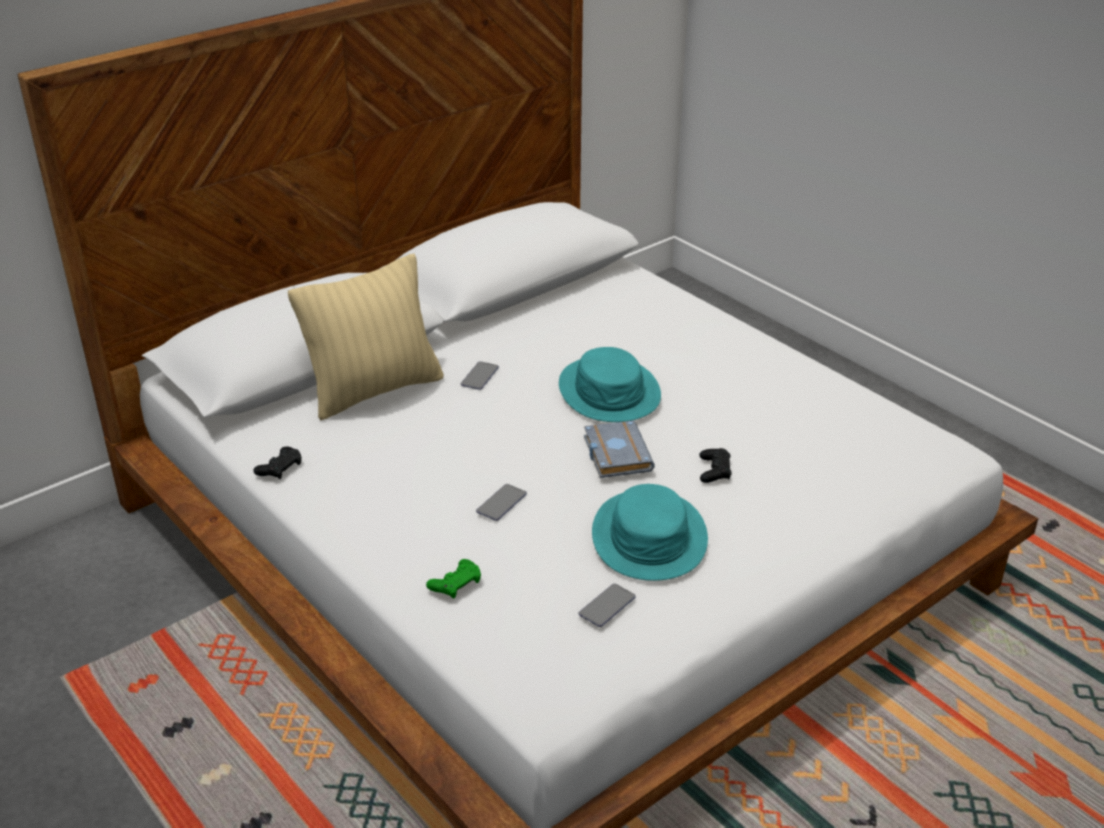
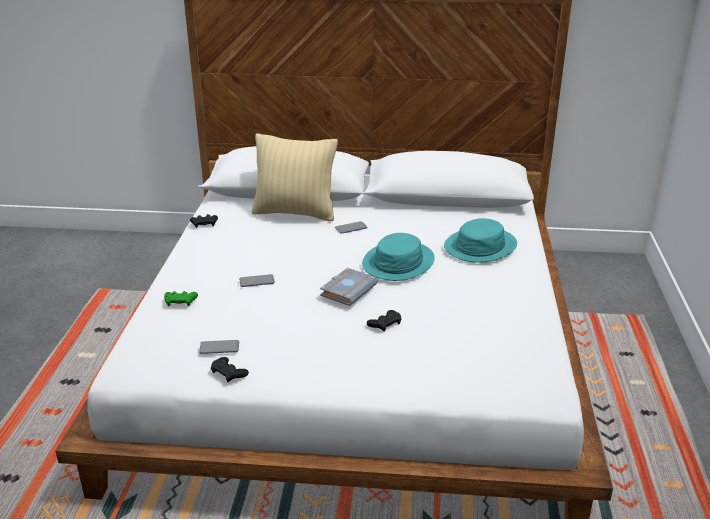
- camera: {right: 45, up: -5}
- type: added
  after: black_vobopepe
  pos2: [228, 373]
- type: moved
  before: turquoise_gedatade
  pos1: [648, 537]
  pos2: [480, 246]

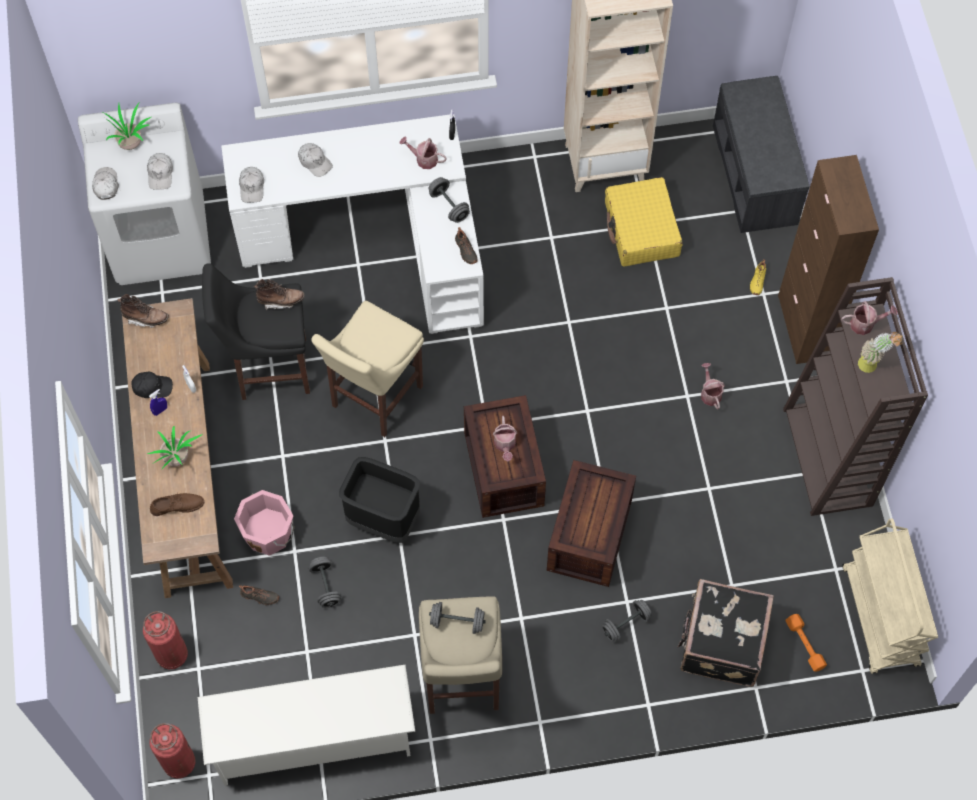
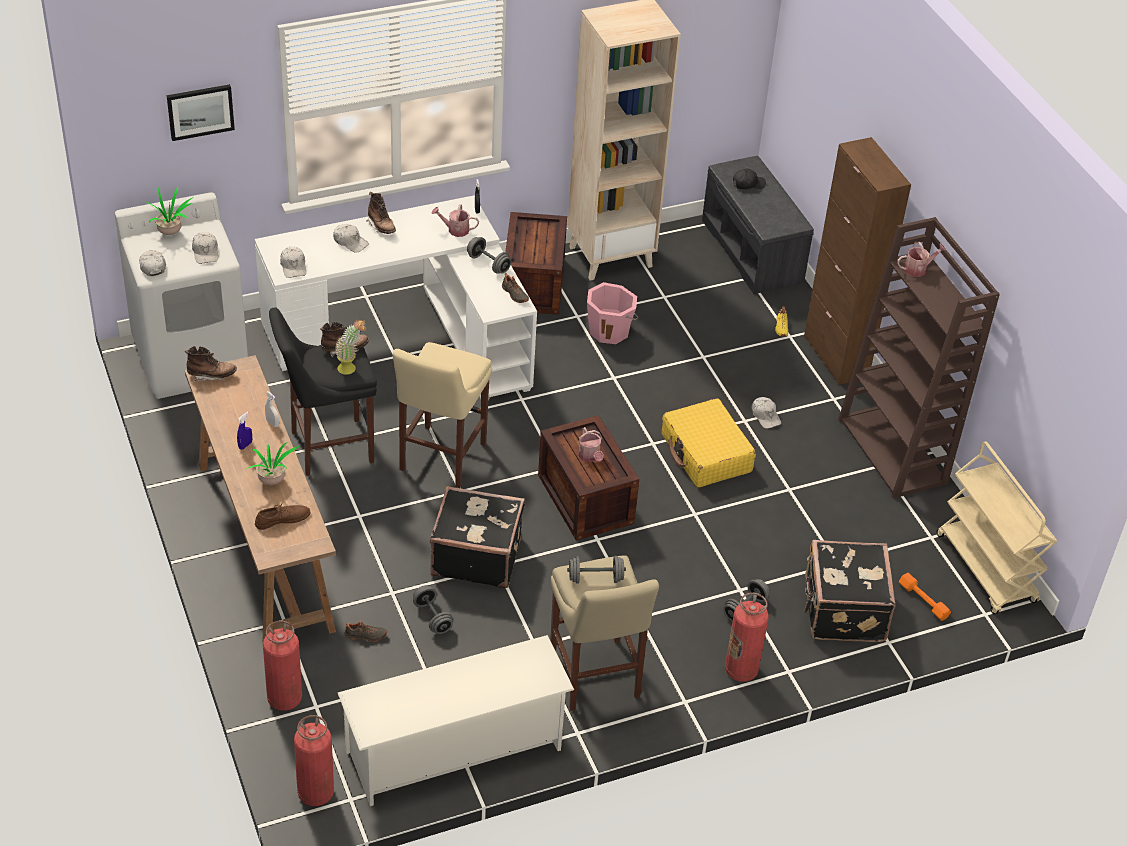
- camera: {right: -15, up: -20}
- type: added
  after: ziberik
  pos2: [200, 111]
- type: moved
  before: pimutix
  pos1: [872, 365]
  pos2: [351, 368]
- type: added
  after: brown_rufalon
  pos2: [381, 227]
- type: replaced
  before: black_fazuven
  after: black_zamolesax
  pos1: [382, 520]
  pos2: [476, 555]
- type: moved
  before: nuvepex
  pos1: [590, 534]
  pos2: [533, 283]
- type: moved
  before: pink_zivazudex
  pos1: [269, 534]
  pos2: [609, 330]
- type: moved
  before: yellow_zamolesax
  pos1: [641, 229]
  pos2: [706, 453]
- type: added
  after: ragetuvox
  pos2: [741, 670]
- type: moved
  before: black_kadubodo
  pos1: [152, 387]
  pos2: [748, 184]
- type: replaced
  before: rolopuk
  after: white_kadubodo
  pos1: [710, 393]
  pos2: [765, 416]

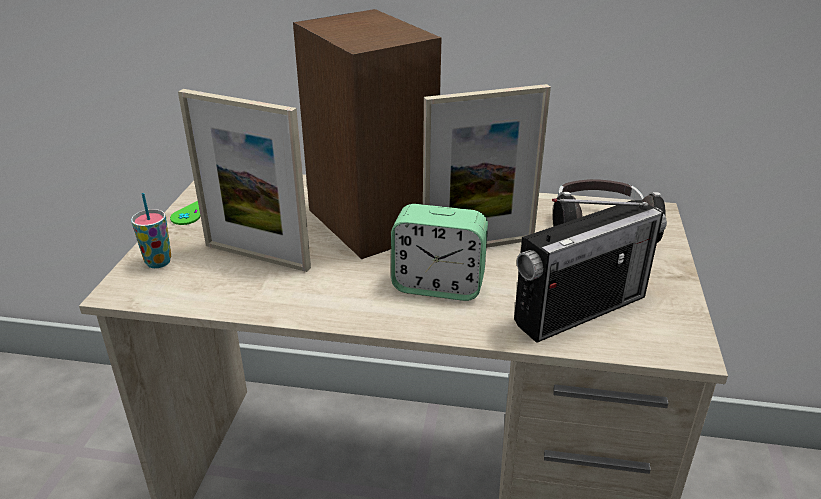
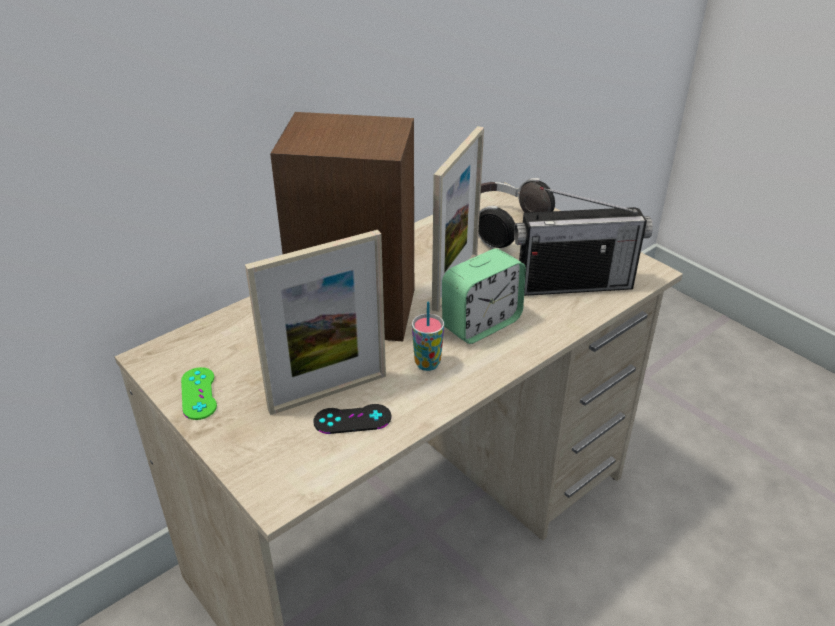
- camera: {right: -50, up: 5}
- type: added
  after: black_vobopepe
  pos2: [352, 419]
- type: moved
  before: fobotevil
  pos1: [158, 262]
  pos2: [427, 363]
- type: turned
  before: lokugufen
  pos1: [580, 309]
  pos2: [573, 284]
  turn: 75

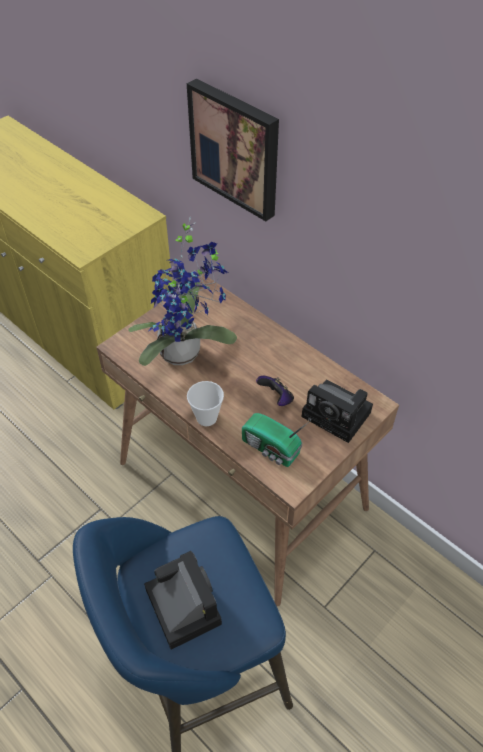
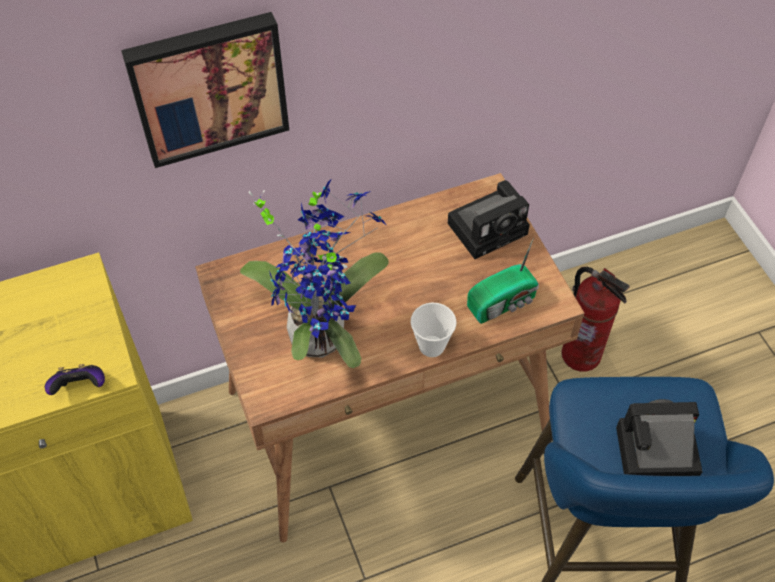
- camera: {right: -65, up: 5}
- type: moved
  before: vobopepe
  pos1: [276, 398]
  pos2: [80, 387]
- type: added
  after: ragetuvox
  pos2: [582, 354]

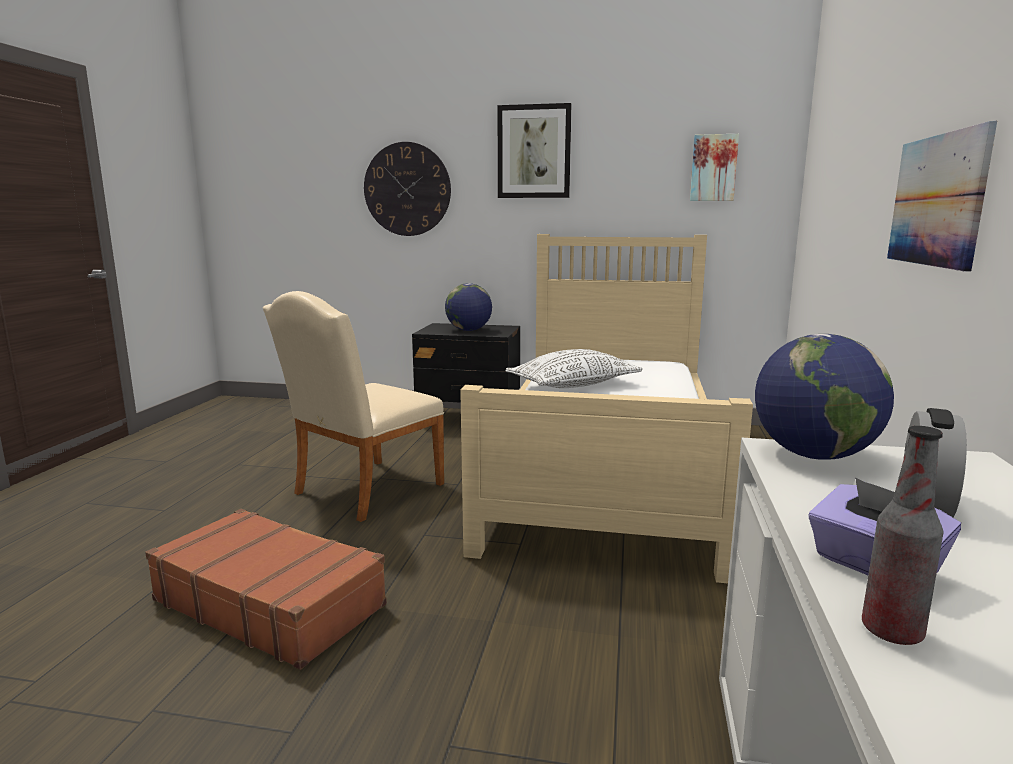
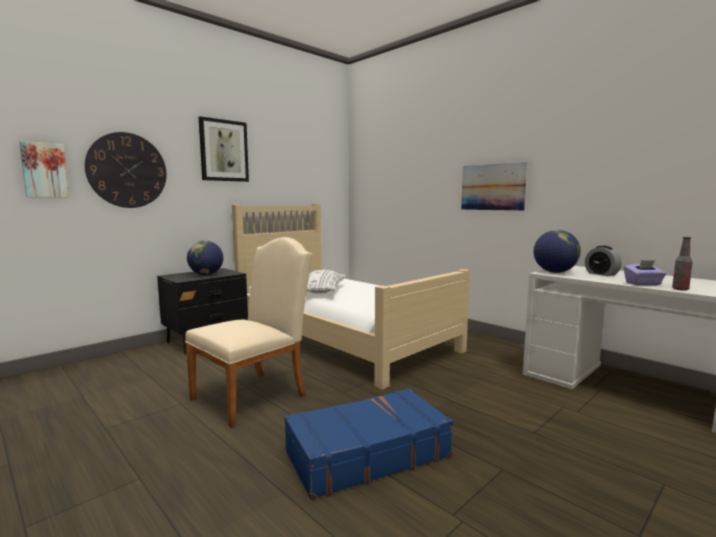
- camera: {right: -55, up: -5}
- type: moved
  before: ziberik
  pos1: [713, 168]
  pos2: [44, 170]
- type: turned
  before: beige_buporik
  pos1: [362, 491]
  pos2: [255, 395]
  turn: -120
- type: recoloured
  before: brown_zamolesax
  after: blue_zamolesax
  pos1: [270, 602]
  pos2: [366, 453]

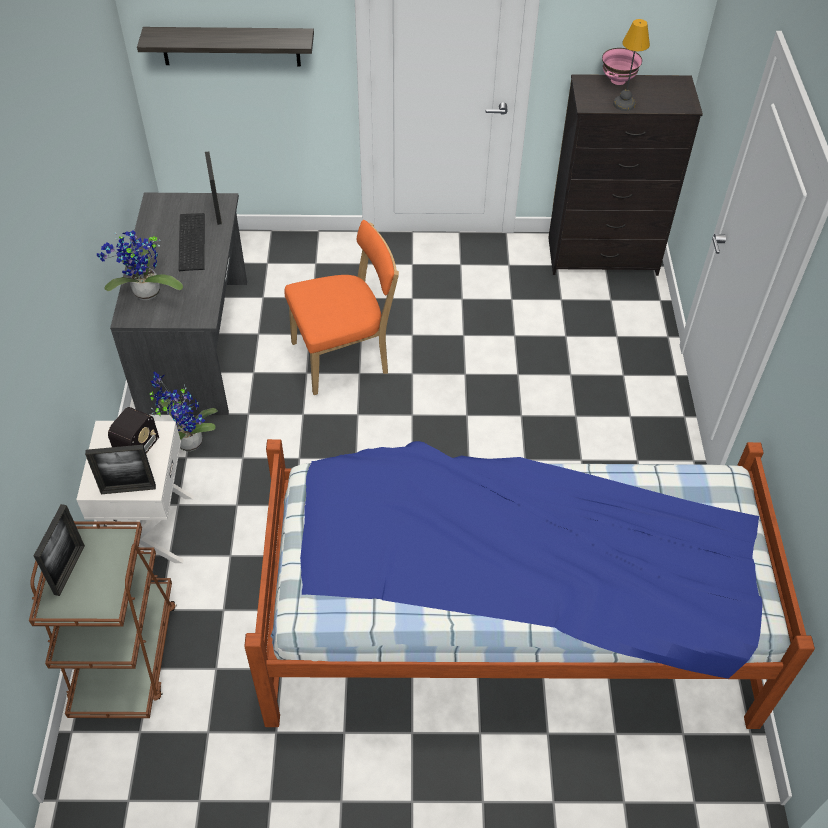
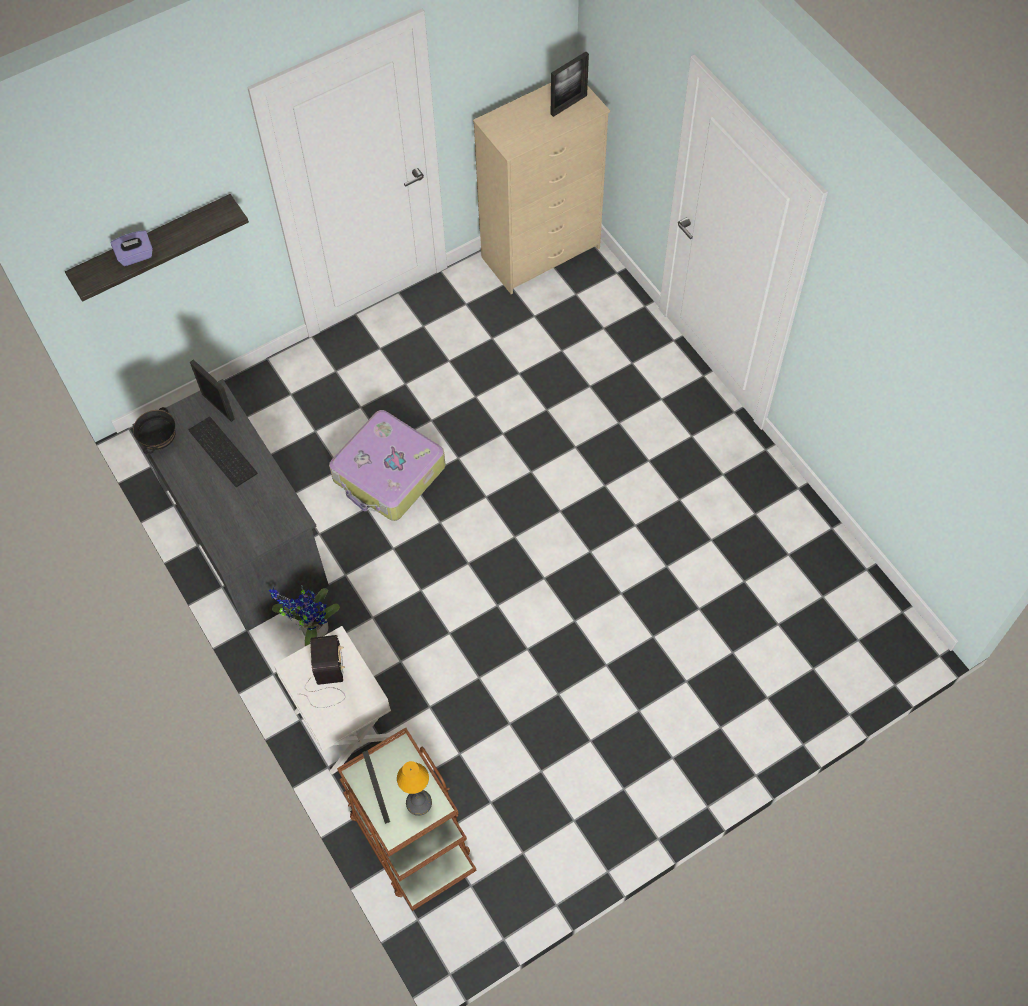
- camera: {right: -30, up: 10}
- type: added
  after: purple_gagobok
  pos2: [135, 256]
- type: added
  after: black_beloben
  pos2: [160, 441]
- type: replaced
  before: orange_buporik
  after: zamolesax
  pos1: [345, 357]
  pos2: [389, 474]
- type: moved
  before: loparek
  pos1: [624, 104]
  pos2: [419, 801]
- type: recoloured
  before: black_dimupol
  after: beige_dimupol
  pos1: [603, 257]
  pos2: [542, 253]
- type: moved
  before: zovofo
  pos1: [128, 489]
  pos2: [568, 105]
- type: removed
  before: pimutix
  pos1: [145, 295]
- type: removed
  before: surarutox
  pos1: [506, 623]
- type: removed
  before: pink_beloben
  pos1: [617, 80]

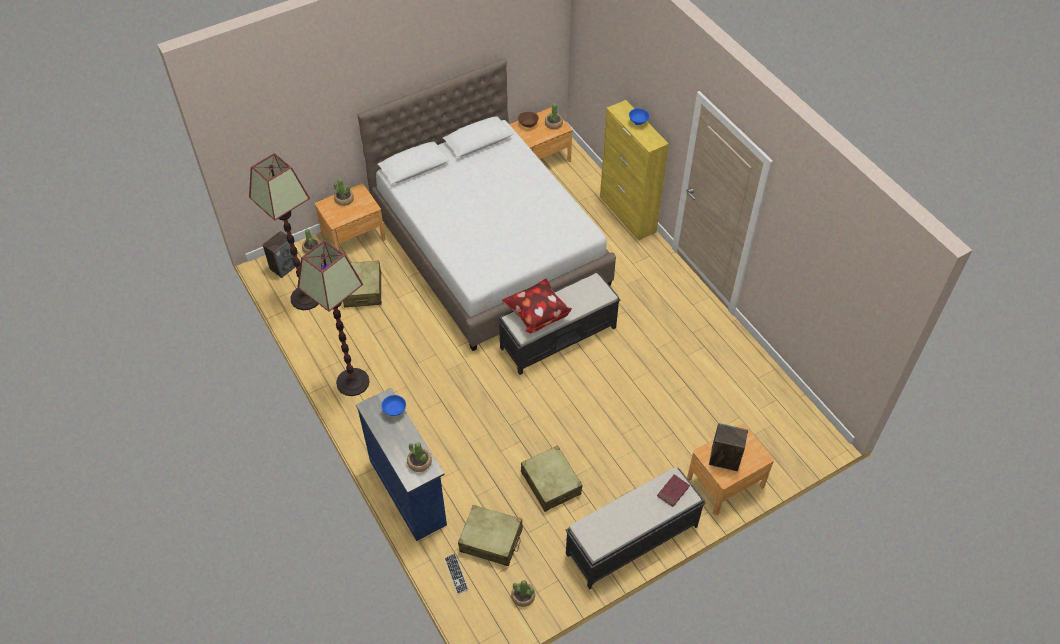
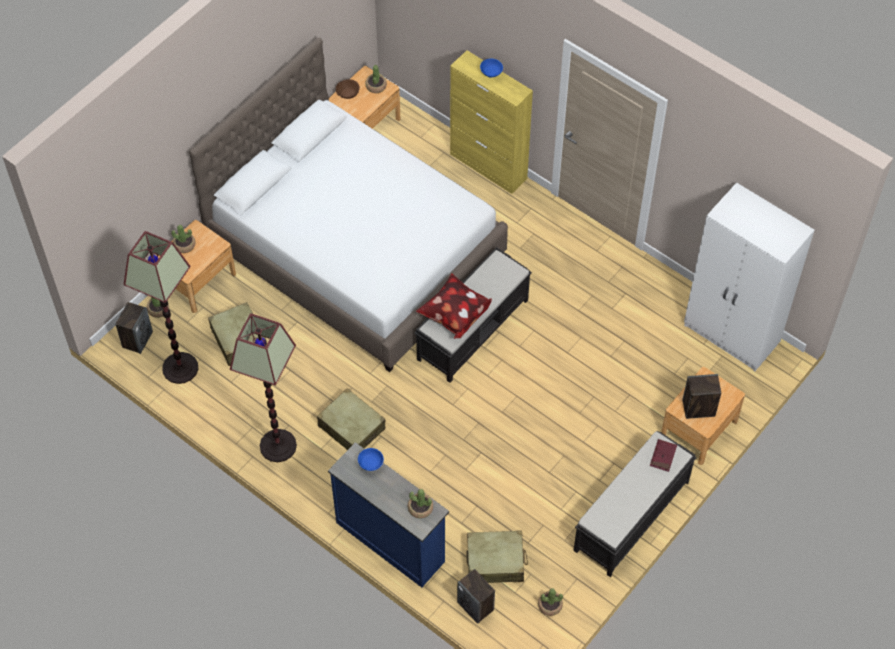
- camera: {right: -20, up: 5}
- type: moved
  before: beige_zamolesax
  pos1: [550, 483]
  pos2: [351, 427]
- type: replaced
  before: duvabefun
  after: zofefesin
  pos1: [456, 574]
  pos2: [476, 606]
- type: added
  after: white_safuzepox
  pos2: [732, 335]

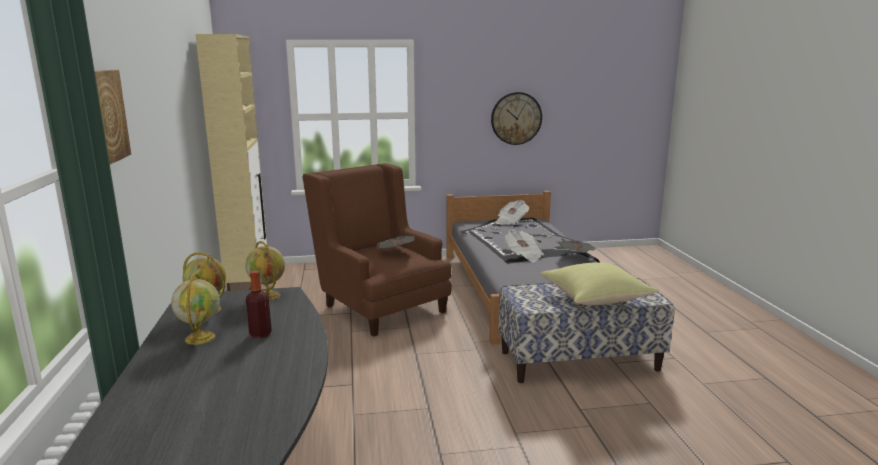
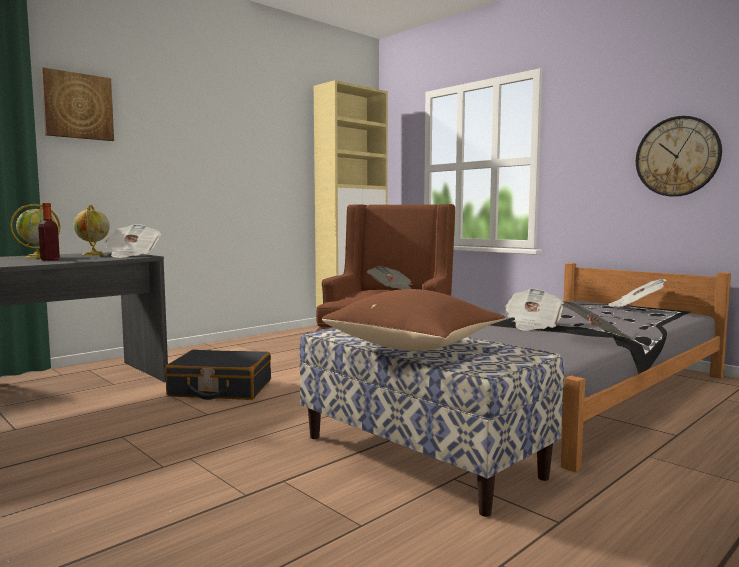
- camera: {right: 55, up: -10}
- type: replaced
  before: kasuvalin
  after: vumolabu
  pos1: [268, 296]
  pos2: [132, 255]
- type: added
  after: black_zamolesax
  pos2: [220, 389]
- type: recoloured
  before: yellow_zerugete
  after: brown_zerugete
  pos1: [595, 299]
  pos2: [415, 347]

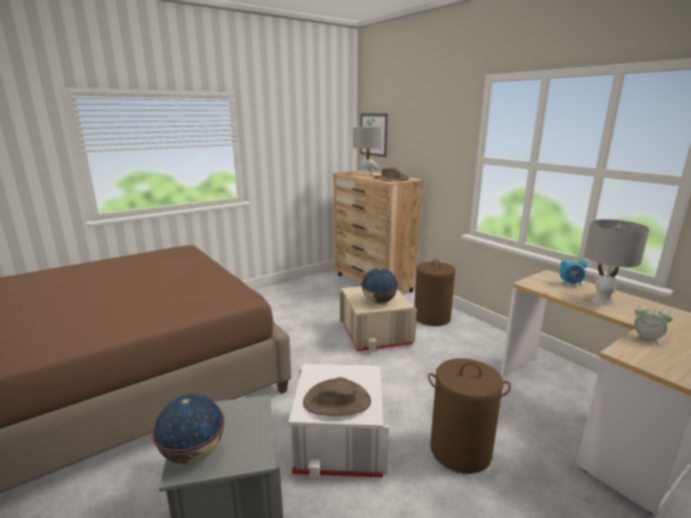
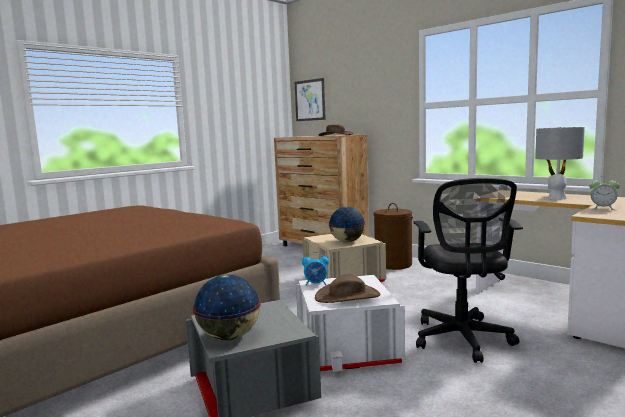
- camera: {right: -10, up: -10}
- type: moved
  before: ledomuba
  pos1: [570, 284]
  pos2: [316, 284]
- type: replaced
  before: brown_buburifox
  after: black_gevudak
  pos1: [460, 450]
  pos2: [462, 340]
- type: removed
  before: grey_loparek
  pos1: [366, 174]

